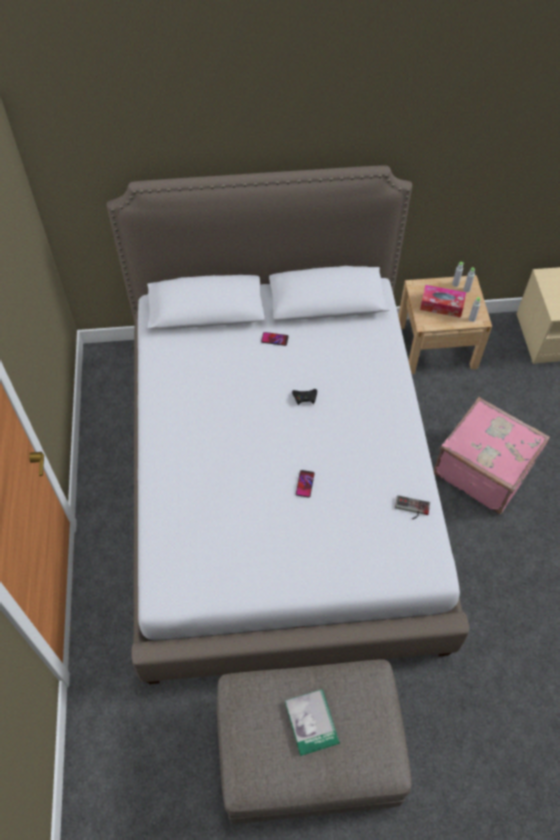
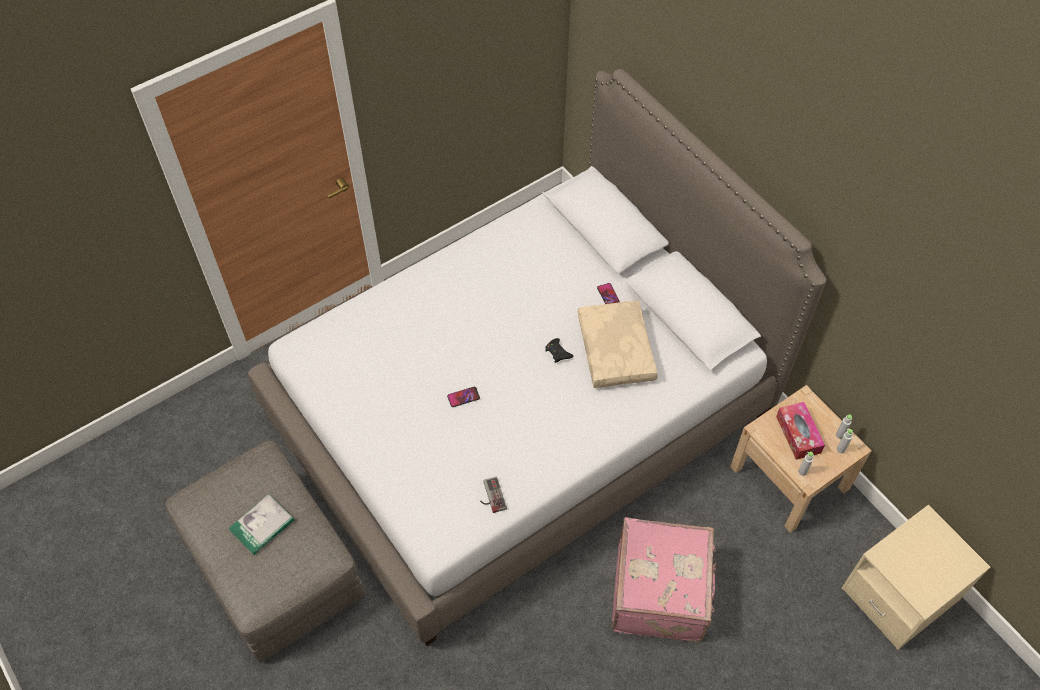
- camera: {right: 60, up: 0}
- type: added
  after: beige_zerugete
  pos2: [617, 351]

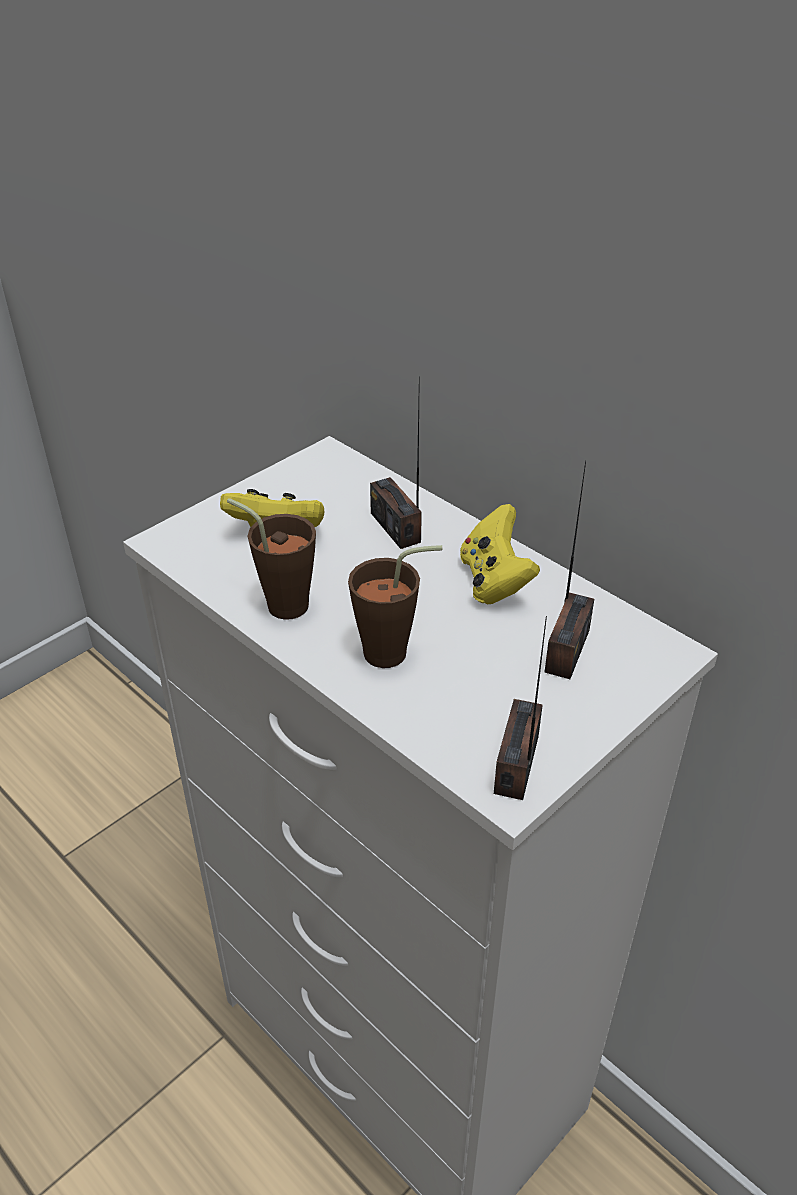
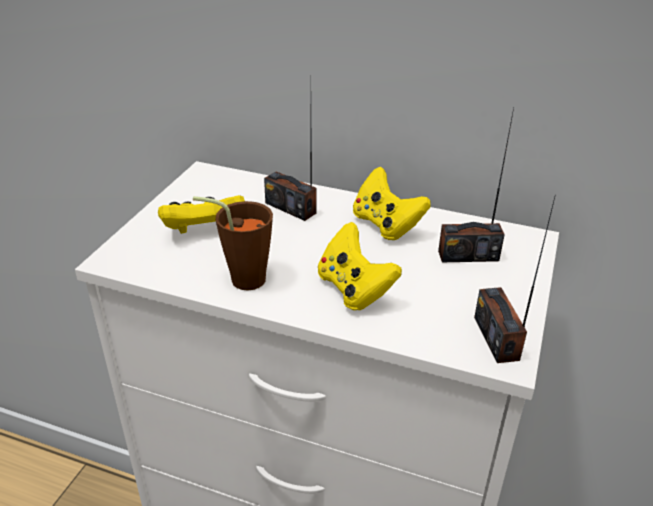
- camera: {right: -25, up: -5}
- type: replaced
  before: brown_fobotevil
  after: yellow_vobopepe
  pos1: [395, 652]
  pos2: [354, 289]
- type: turned
  before: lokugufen
  pos1: [566, 650]
  pos2: [468, 255]
  turn: 90

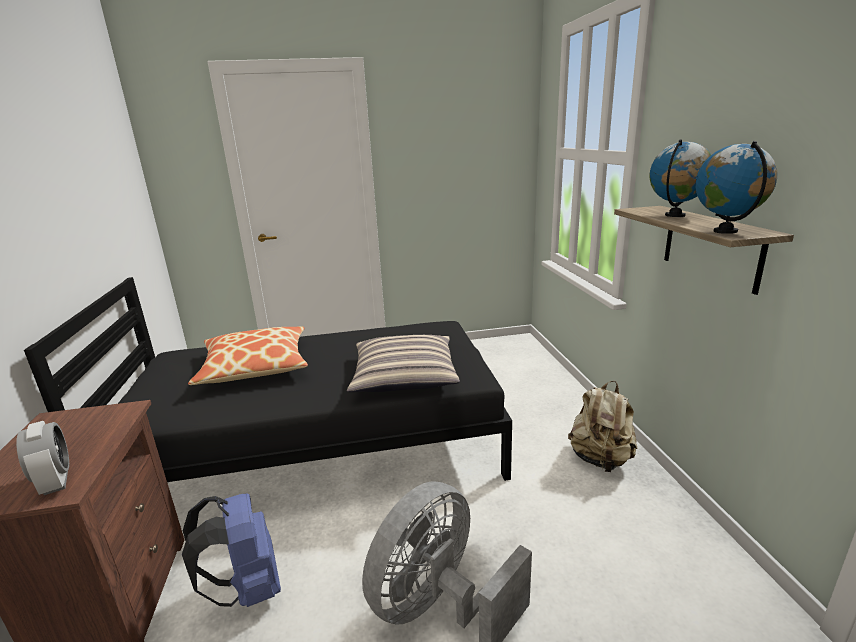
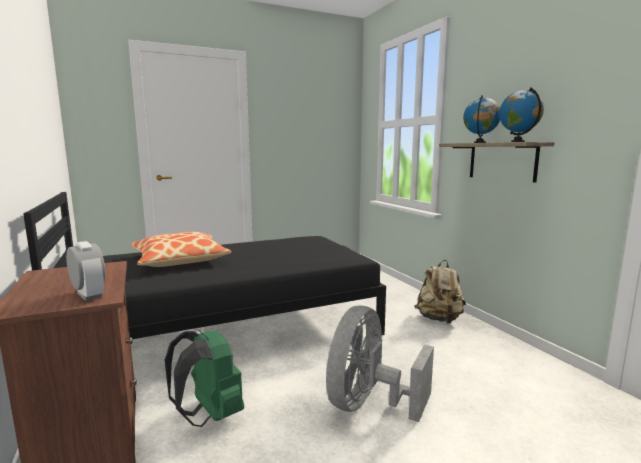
- camera: {right: -15, up: -10}
- type: recoloured
  before: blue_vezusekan
  after: green_vezusekan
  pos1: [247, 588]
  pos2: [210, 415]
- type: removed
  before: zerugete
  pos1: [404, 375]

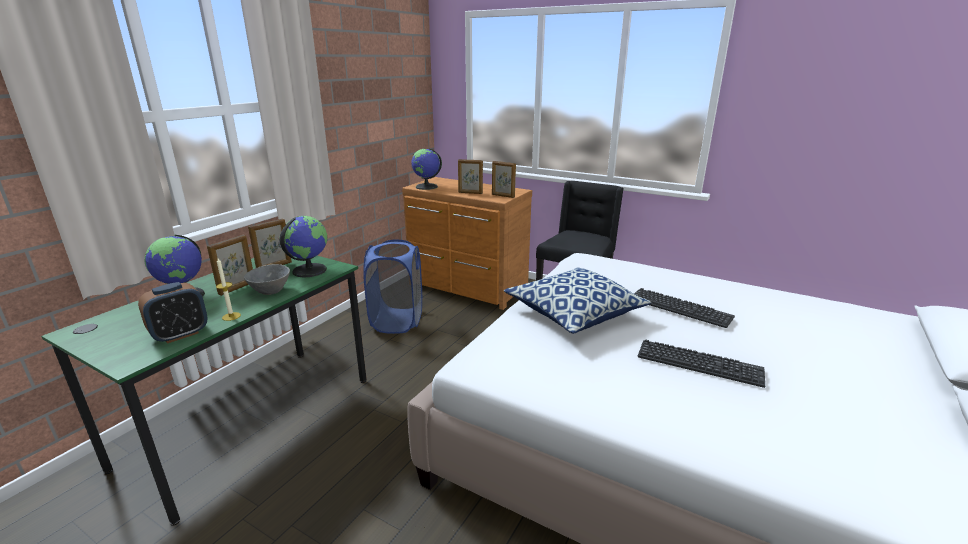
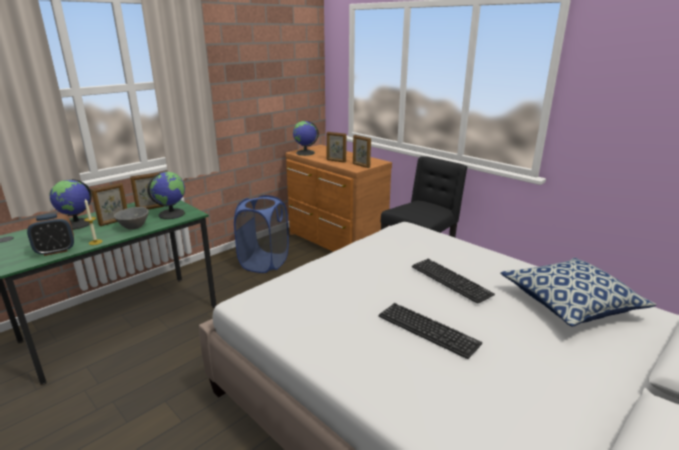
- camera: {right: 15, up: 0}
- type: moved
  before: zerugete
  pos1: [574, 313]
  pos2: [569, 304]

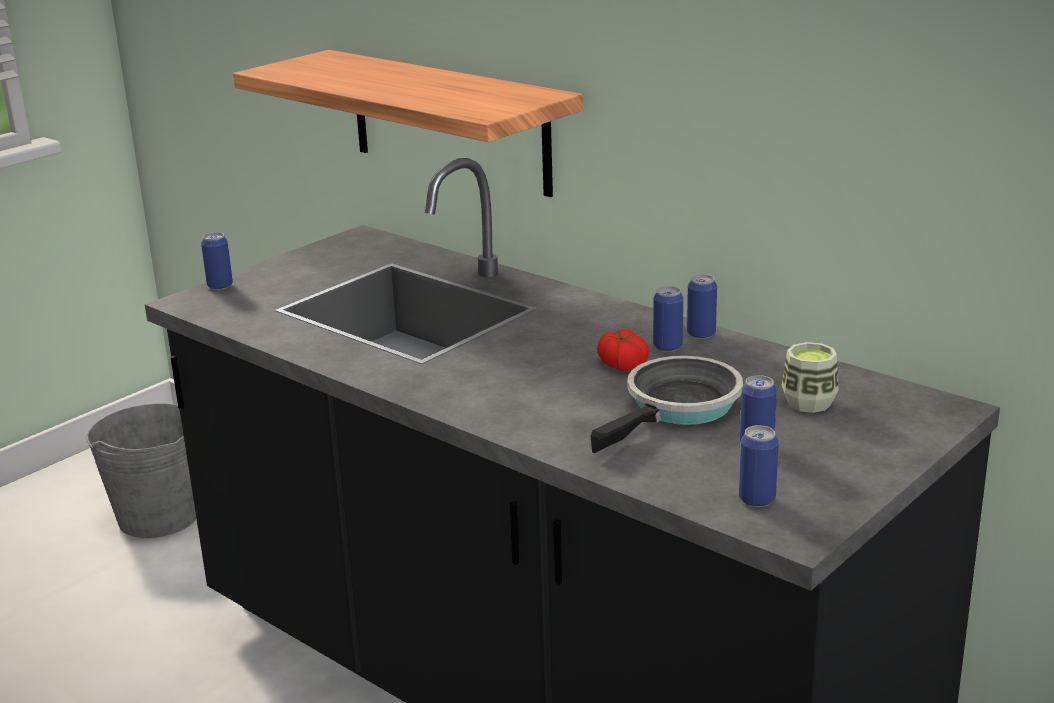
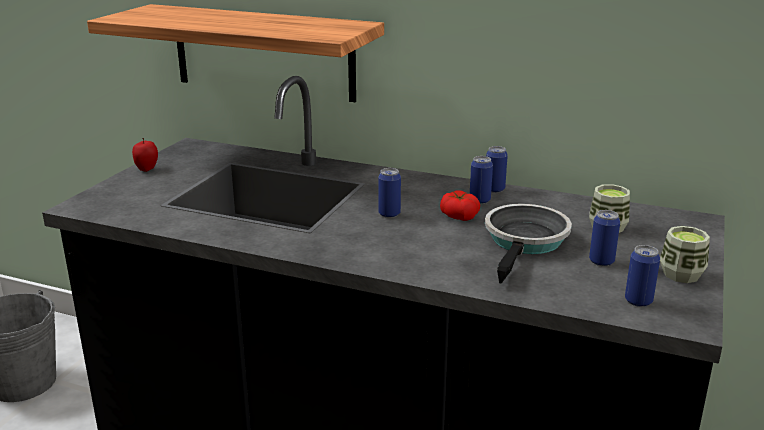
- camera: {right: -20, up: 0}
- type: added
  after: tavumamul
  pos2: [147, 169]
- type: moved
  before: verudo
  pos1: [220, 286]
  pos2: [389, 214]
- type: added
  after: fobotevil
  pos2: [681, 274]

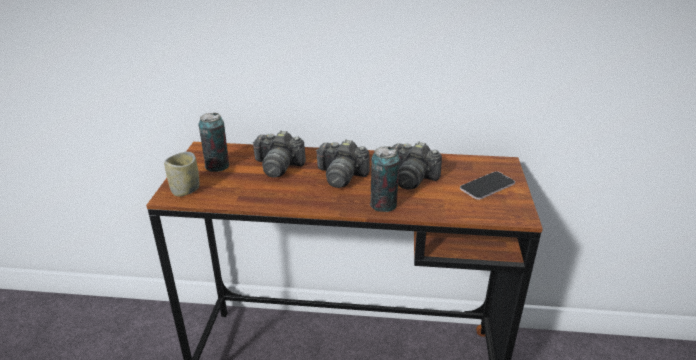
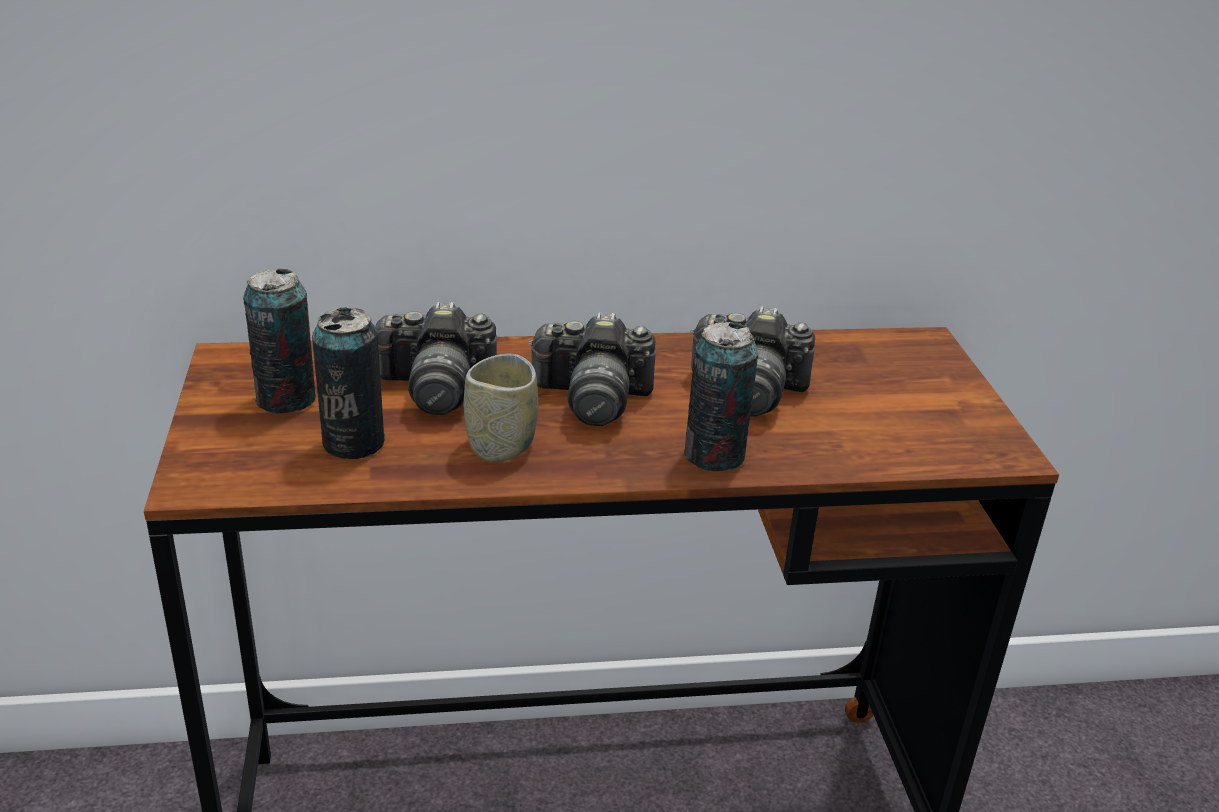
- camera: {right: -15, up: 0}
- type: added
  after: verudo
  pos2: [353, 442]
- type: moved
  before: fobotevil
  pos1: [185, 190]
  pos2: [501, 445]
- type: removed
  before: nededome
  pos1: [487, 186]

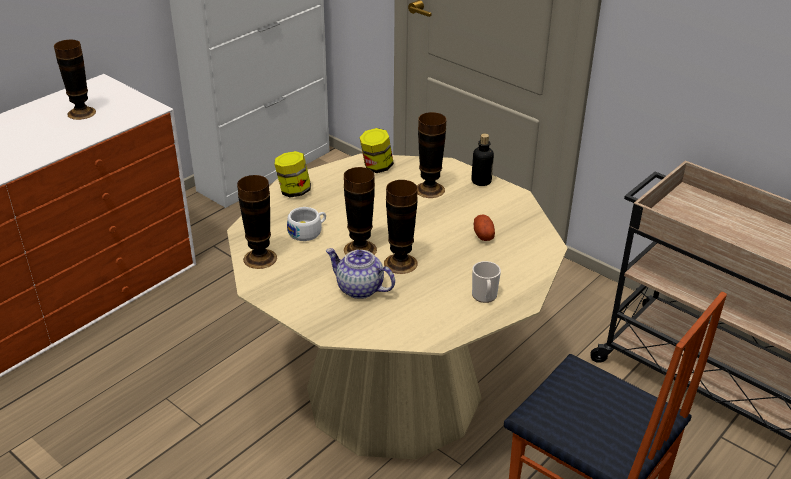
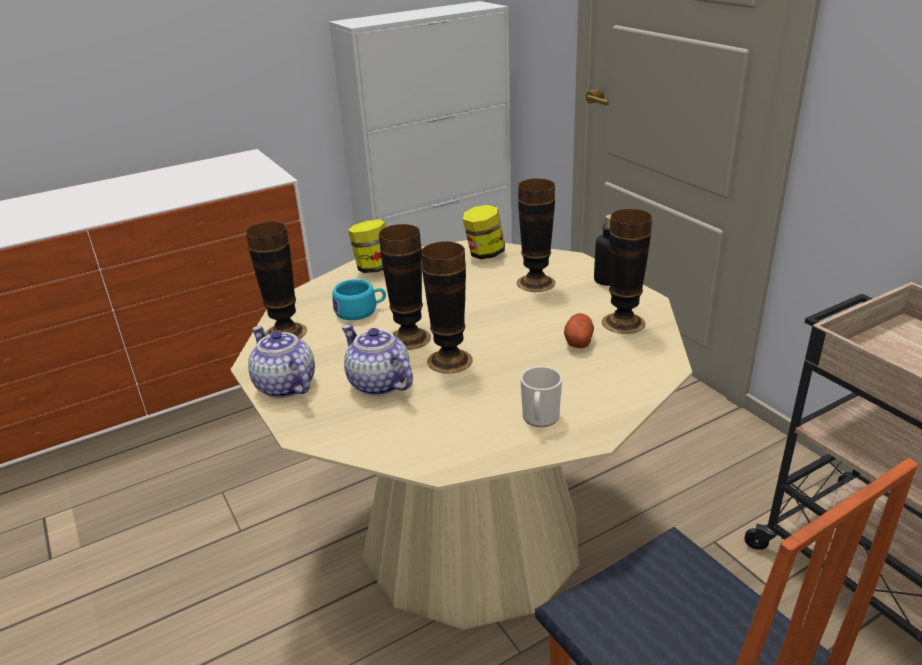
- camera: {right: 20, up: -5}
- type: added
  after: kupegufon
  pos2: [284, 386]
- type: recoloured
  before: white_fobotevil
  after: turquoise_fobotevil
  pos1: [308, 231]
  pos2: [361, 311]
- type: moved
  before: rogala
  pos1: [81, 113]
  pos2: [623, 322]

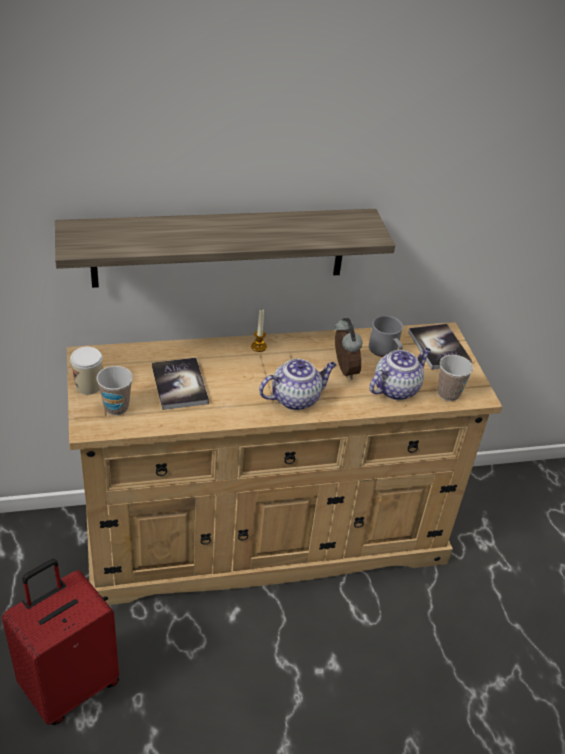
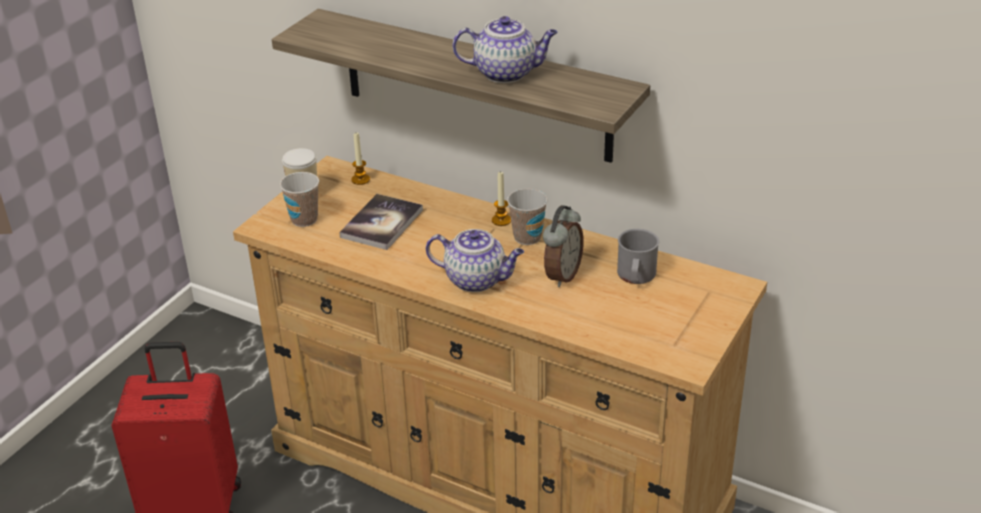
- camera: {right: 45, up: -5}
- type: added
  after: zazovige
  pos2: [360, 180]
- type: moved
  before: kupegufon
  pos1: [396, 388]
  pos2: [506, 73]
- type: moved
  before: fobotevil
  pos1: [448, 394]
  pos2: [527, 237]
- type: removed
  before: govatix
  pos1: [438, 348]

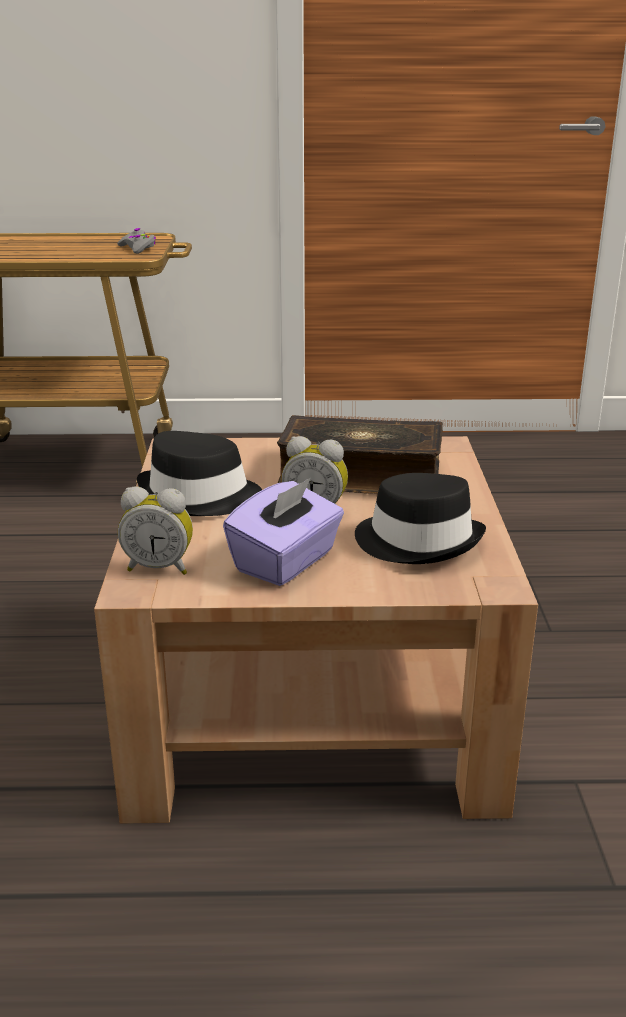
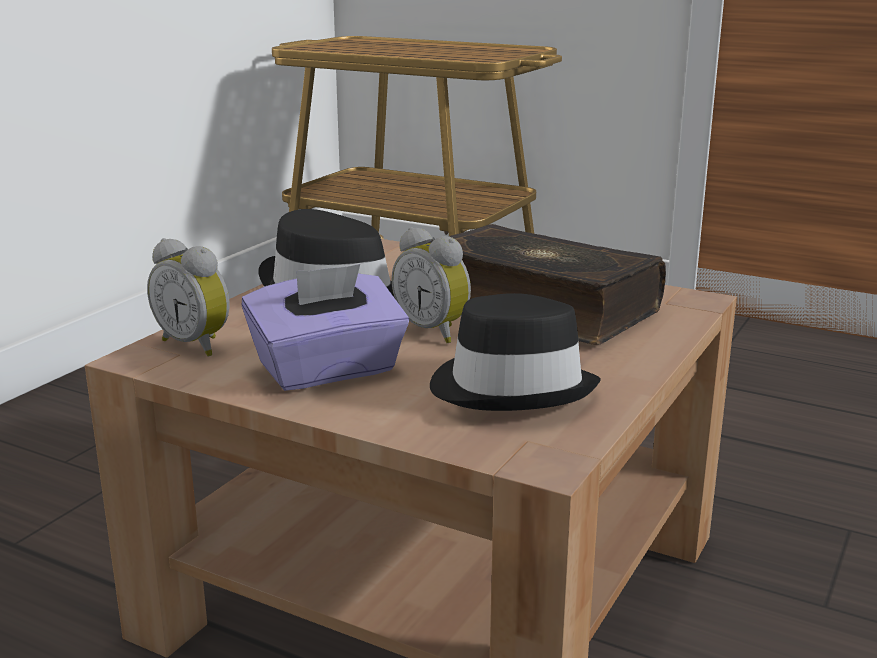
- camera: {right: 30, up: -5}
- type: removed
  before: grey_vobopepe
  pos1: [138, 248]

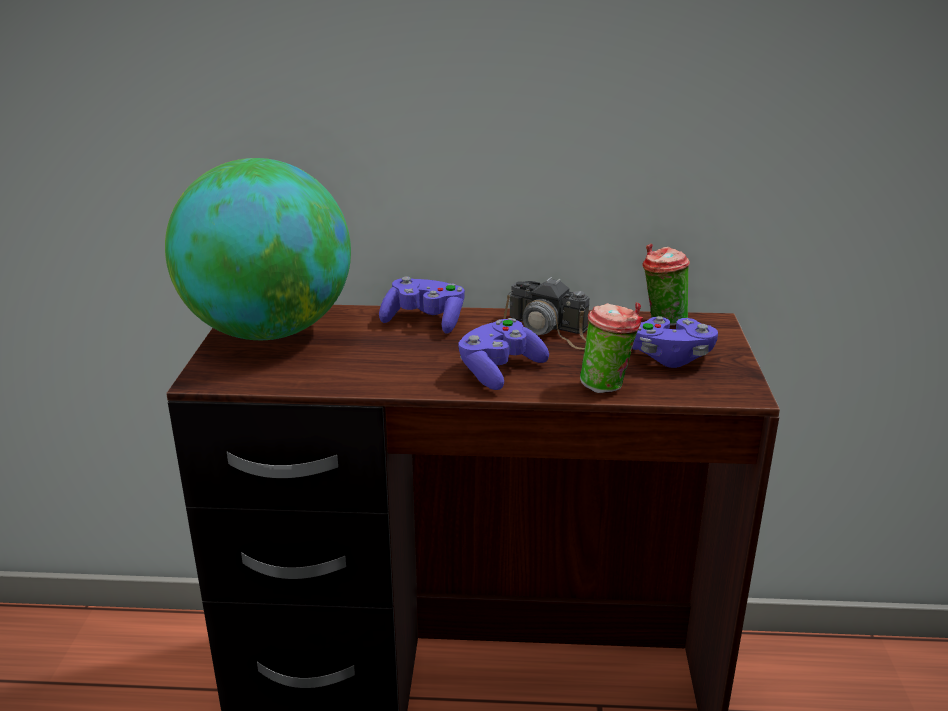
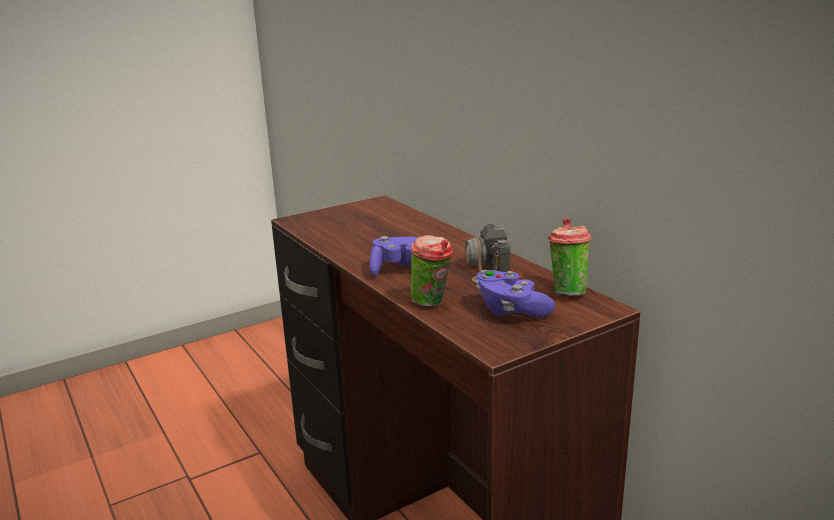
- camera: {right: 55, up: -5}
- type: removed
  before: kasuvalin
  pos1: [268, 331]
- type: removed
  before: purple_vobopepe
  pos1: [425, 321]

